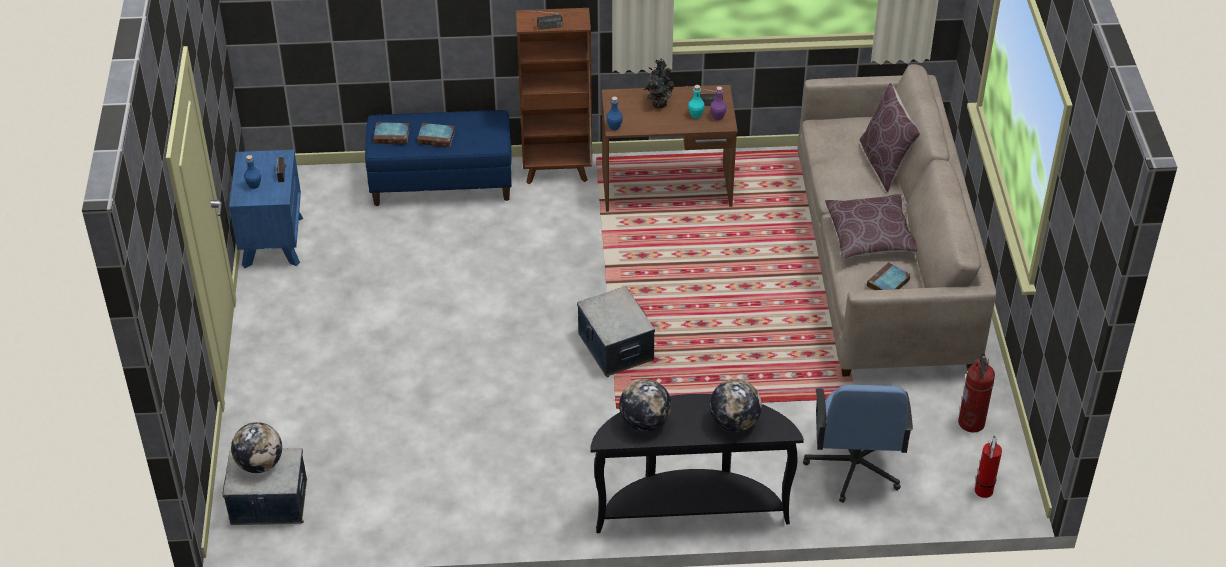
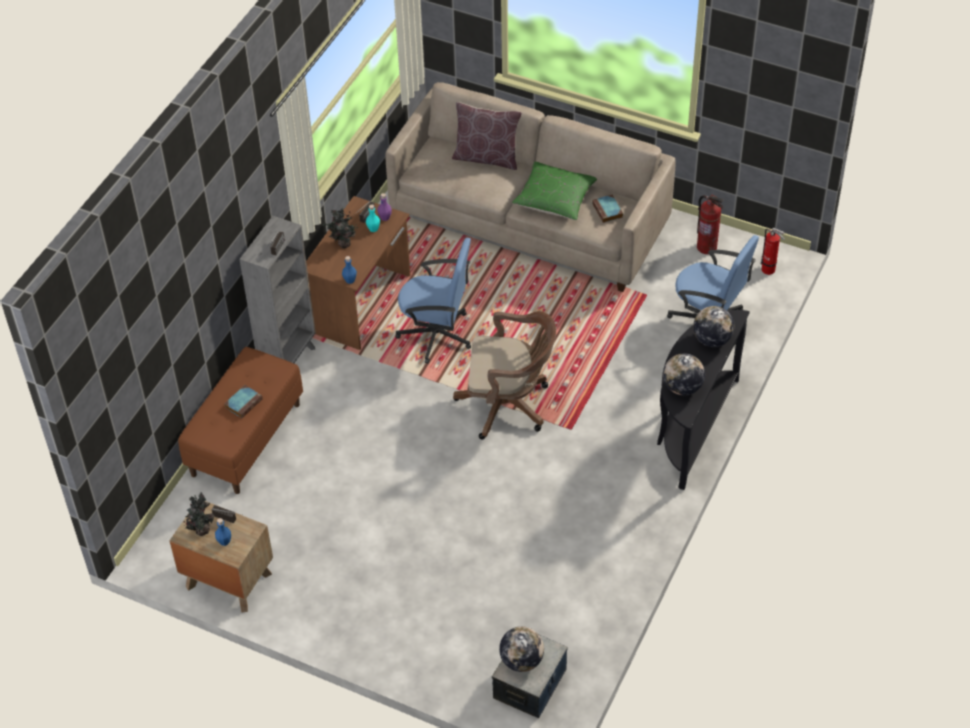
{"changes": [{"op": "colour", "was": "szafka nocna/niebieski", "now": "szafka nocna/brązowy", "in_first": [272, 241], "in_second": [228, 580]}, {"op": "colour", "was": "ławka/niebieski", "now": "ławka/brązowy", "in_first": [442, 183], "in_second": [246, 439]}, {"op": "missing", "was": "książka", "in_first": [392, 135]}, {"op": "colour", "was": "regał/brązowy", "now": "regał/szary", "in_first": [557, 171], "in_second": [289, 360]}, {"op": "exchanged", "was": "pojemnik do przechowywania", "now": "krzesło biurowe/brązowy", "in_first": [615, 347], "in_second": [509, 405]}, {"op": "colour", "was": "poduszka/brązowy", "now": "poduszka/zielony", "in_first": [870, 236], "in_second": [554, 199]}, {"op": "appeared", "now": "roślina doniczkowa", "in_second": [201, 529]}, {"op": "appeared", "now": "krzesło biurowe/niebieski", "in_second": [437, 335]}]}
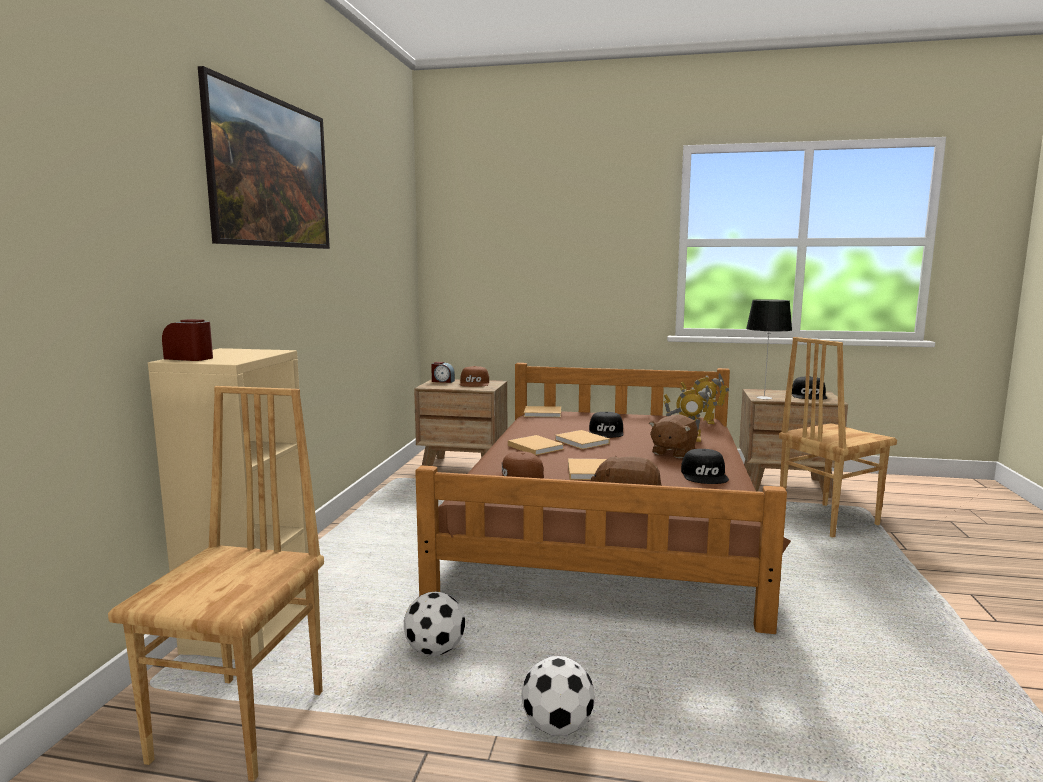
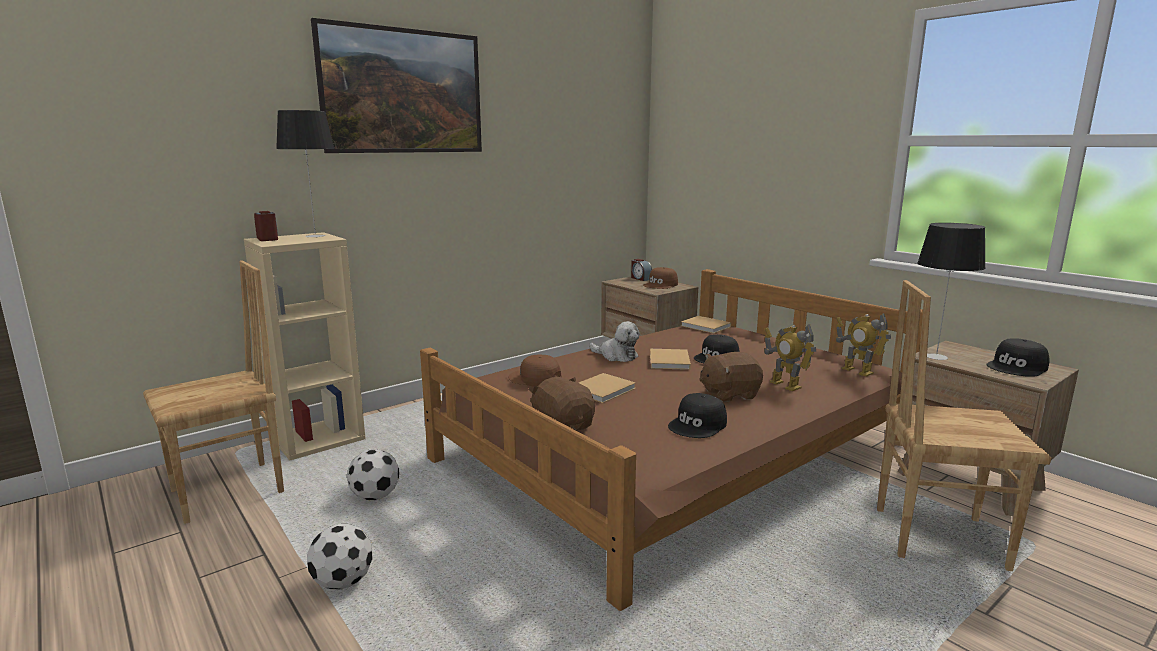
{"changes": [{"op": "exchanged", "was": "książka/beżowy", "now": "pluszak", "in_first": [534, 447], "in_second": [616, 356]}, {"op": "appeared", "now": "lampa stołowa", "in_second": [314, 236]}]}
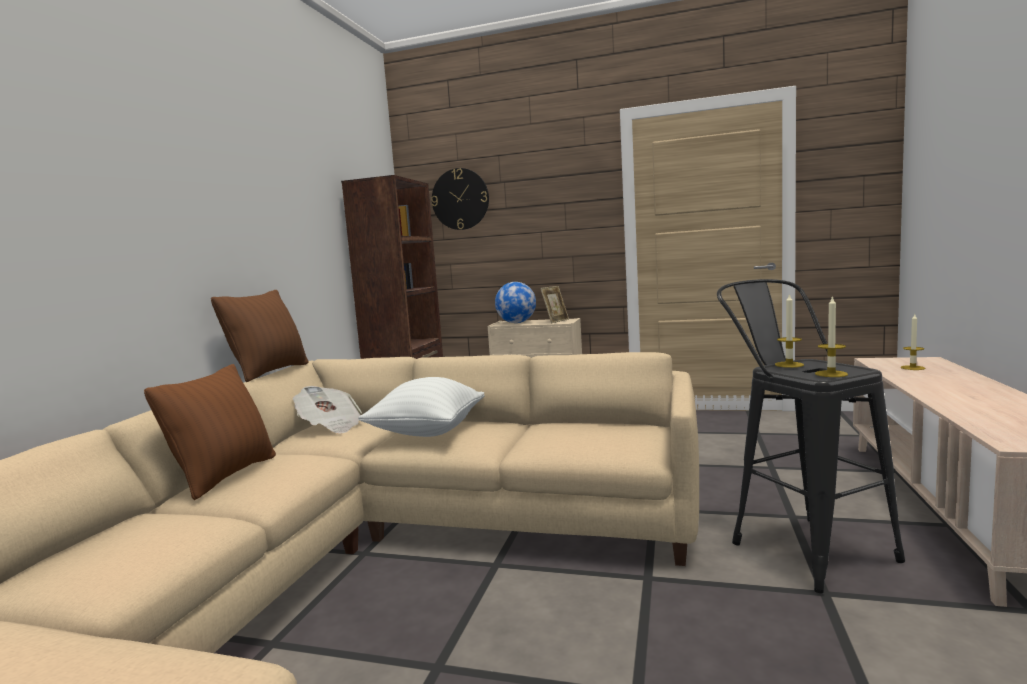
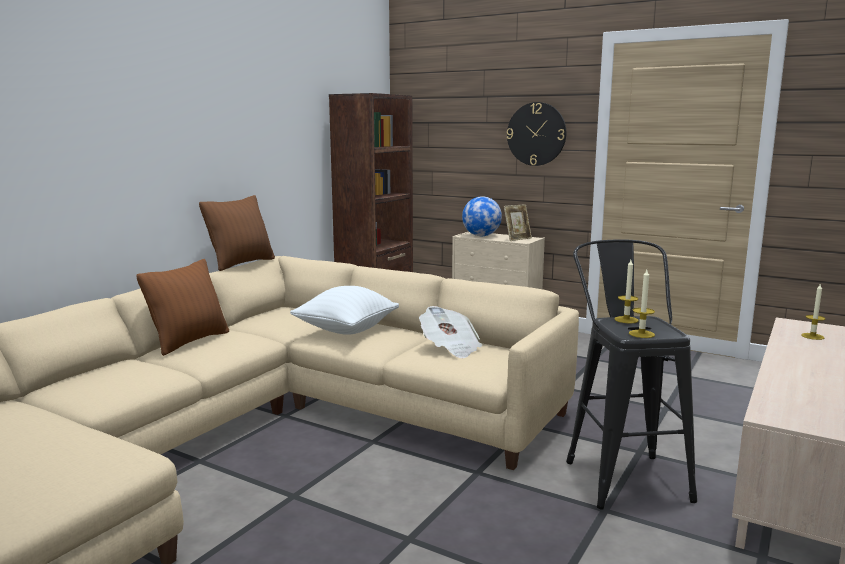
{"changes": [{"op": "relocated", "was": "gazeta", "in_first": [331, 426], "in_second": [450, 348]}, {"op": "relocated", "was": "zegar ścienny", "in_first": [460, 199], "in_second": [536, 134]}]}
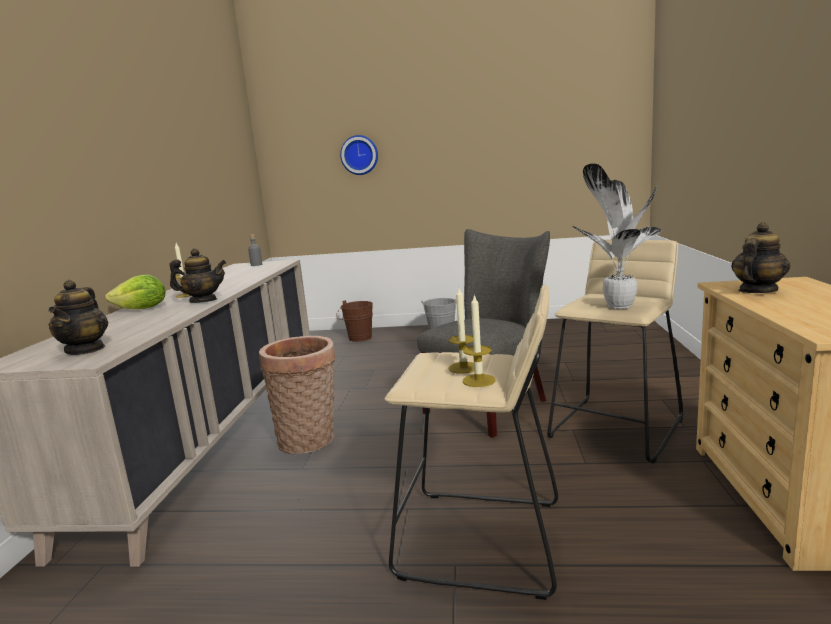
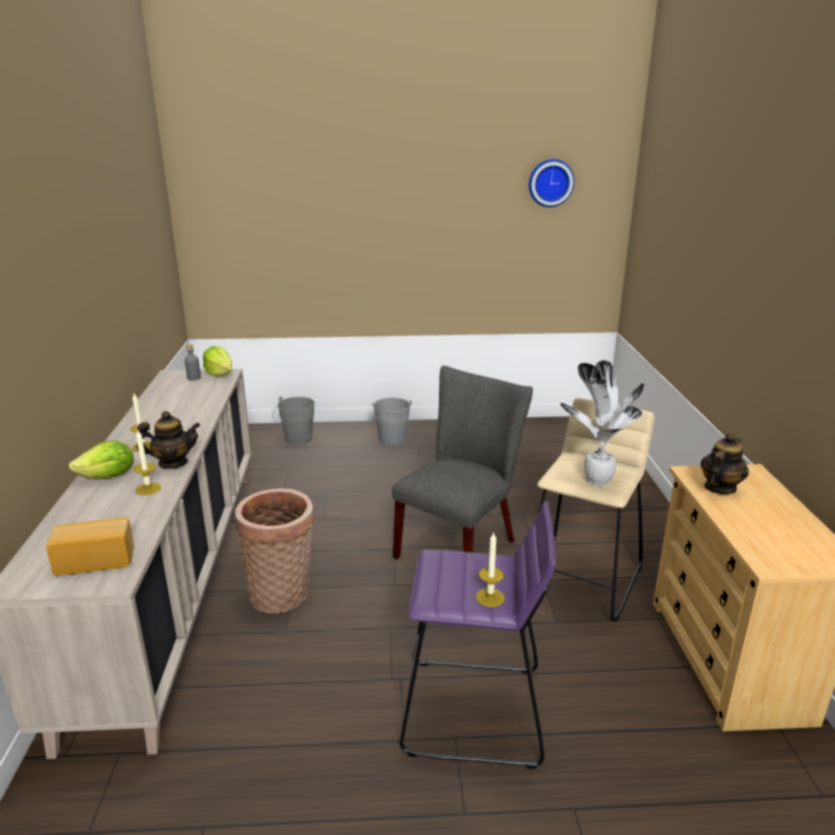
{"changes": [{"op": "exchanged", "was": "imbryk", "now": "chleb", "in_first": [86, 349], "in_second": [96, 559]}, {"op": "colour", "was": "wiadro/brązowy", "now": "wiadro/szary", "in_first": [358, 338], "in_second": [296, 440]}, {"op": "relocated", "was": "zegar ścienny", "in_first": [359, 155], "in_second": [550, 183]}, {"op": "colour", "was": "stołek/beżowy", "now": "stołek/fioletowy", "in_first": [480, 540], "in_second": [473, 711]}, {"op": "relocated", "was": "świeca", "in_first": [463, 367], "in_second": [148, 489]}, {"op": "appeared", "now": "sałata", "in_second": [219, 373]}]}
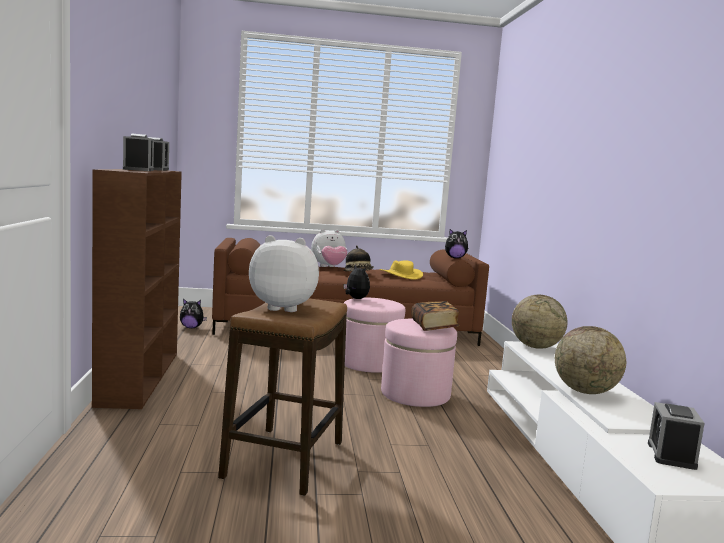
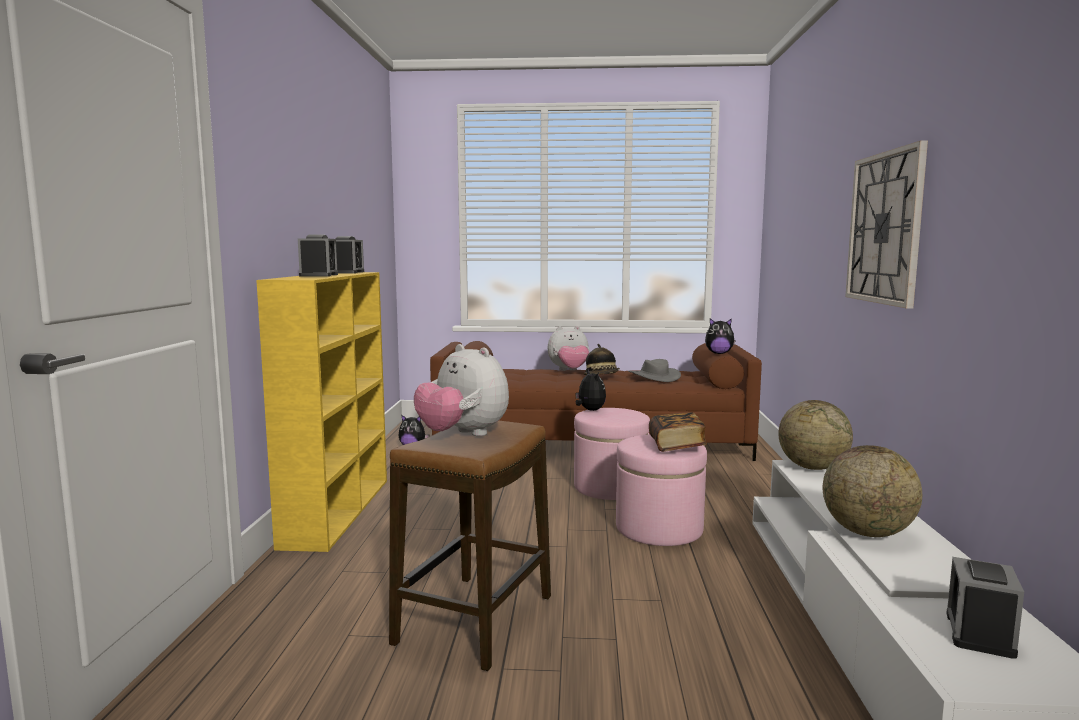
{"changes": [{"op": "colour", "was": "regał/brązowy", "now": "regał/żółty", "in_first": [139, 377], "in_second": [338, 510]}, {"op": "spun", "was": "pluszak", "in_first": [284, 308], "in_second": [463, 435], "clockwise": -150}, {"op": "colour", "was": "kapelusz/żółty", "now": "kapelusz/szary", "in_first": [401, 275], "in_second": [654, 377]}, {"op": "appeared", "now": "zegar ścienny", "in_second": [885, 228]}]}
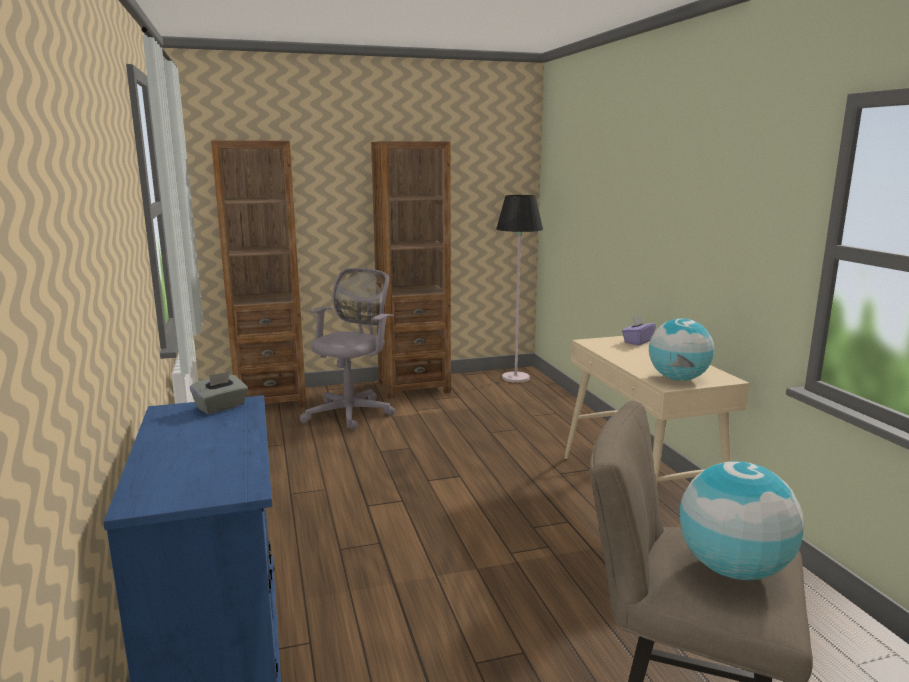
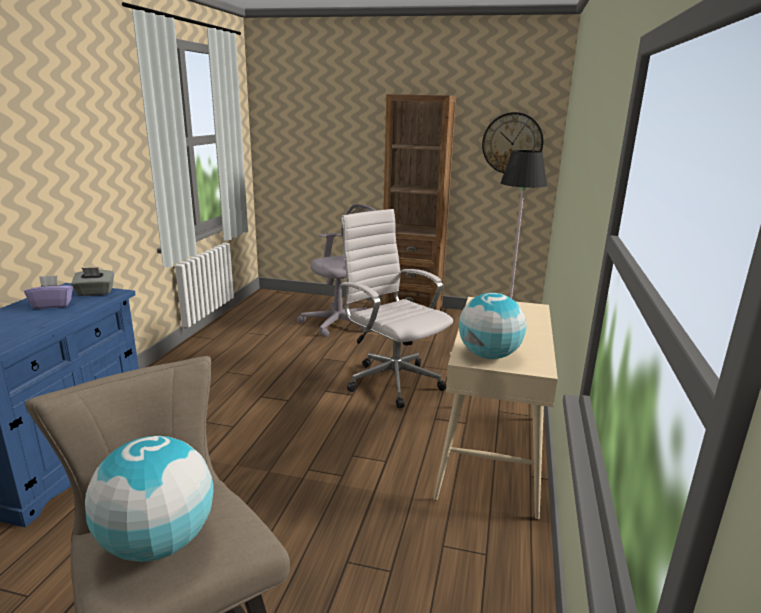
{"changes": [{"op": "missing", "was": "regał/brązowy", "in_first": [270, 400]}, {"op": "relocated", "was": "pudełko chusteczek/fioletowy", "in_first": [637, 342], "in_second": [52, 305]}, {"op": "appeared", "now": "krzesło biurowe/biały", "in_second": [391, 381]}, {"op": "appeared", "now": "zegar ścienny", "in_second": [512, 143]}]}
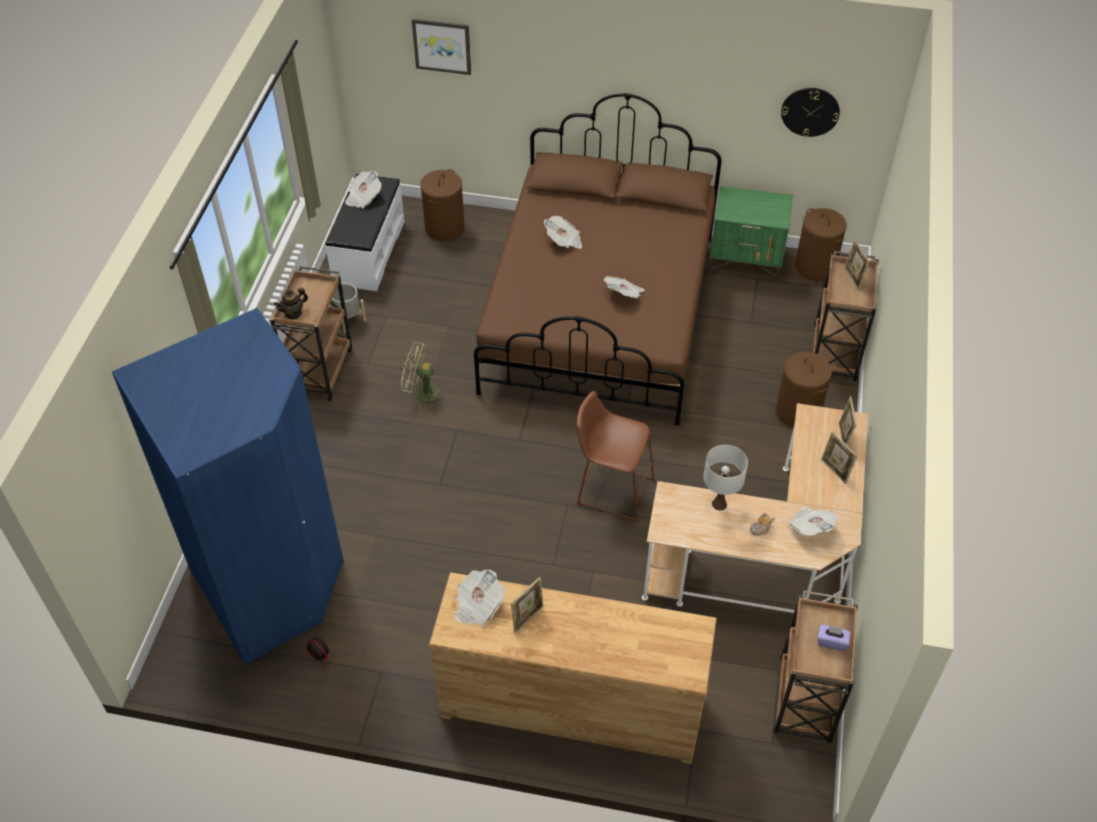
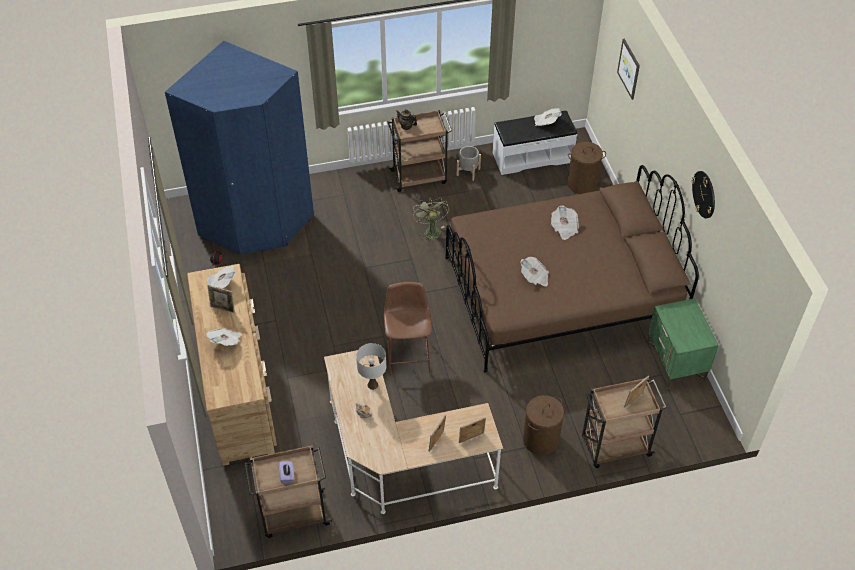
{"changes": [{"op": "relocated", "was": "zegar ścienny", "in_first": [810, 111], "in_second": [704, 194]}, {"op": "relocated", "was": "gazeta", "in_first": [810, 527], "in_second": [226, 342]}, {"op": "missing", "was": "kosz na pranie/brązowy", "in_first": [815, 267]}]}
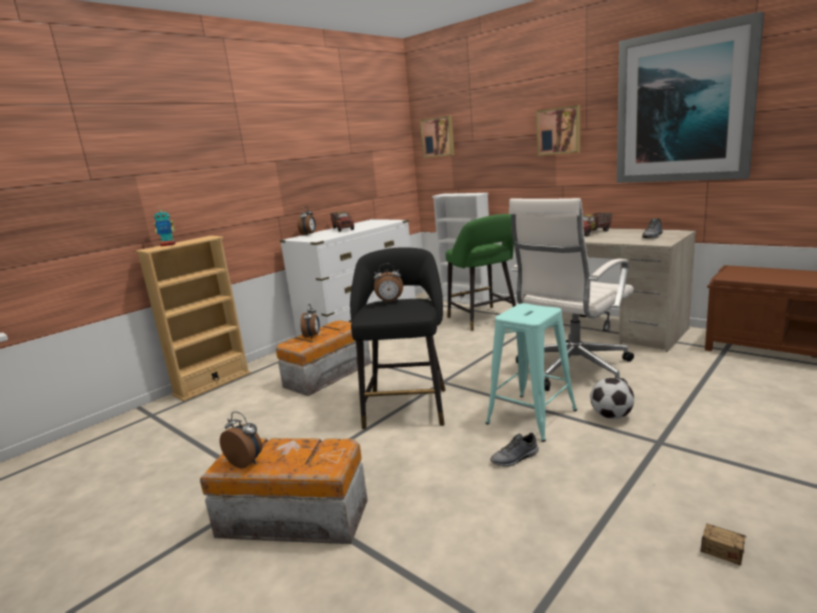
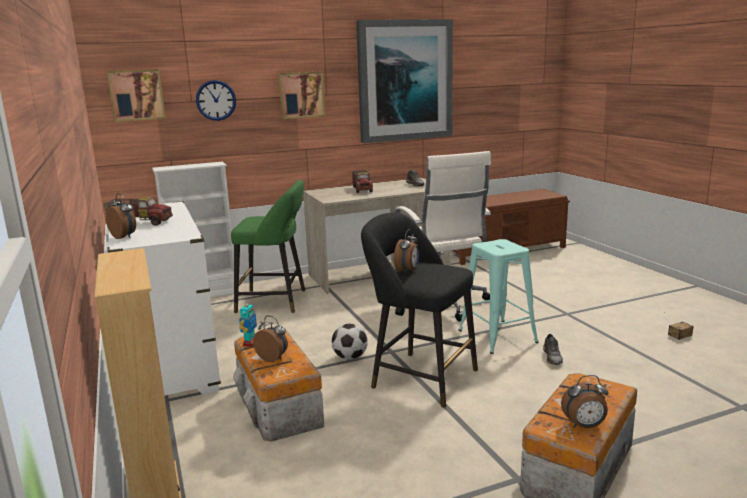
{"changes": [{"op": "relocated", "was": "robot zabawkowy", "in_first": [168, 245], "in_second": [250, 343]}, {"op": "spun", "was": "budzik", "in_first": [246, 462], "in_second": [584, 426], "clockwise": -150}, {"op": "relocated", "was": "piłka futbolowa", "in_first": [611, 416], "in_second": [350, 357]}, {"op": "appeared", "now": "zegar ścienny", "in_second": [216, 100]}]}
